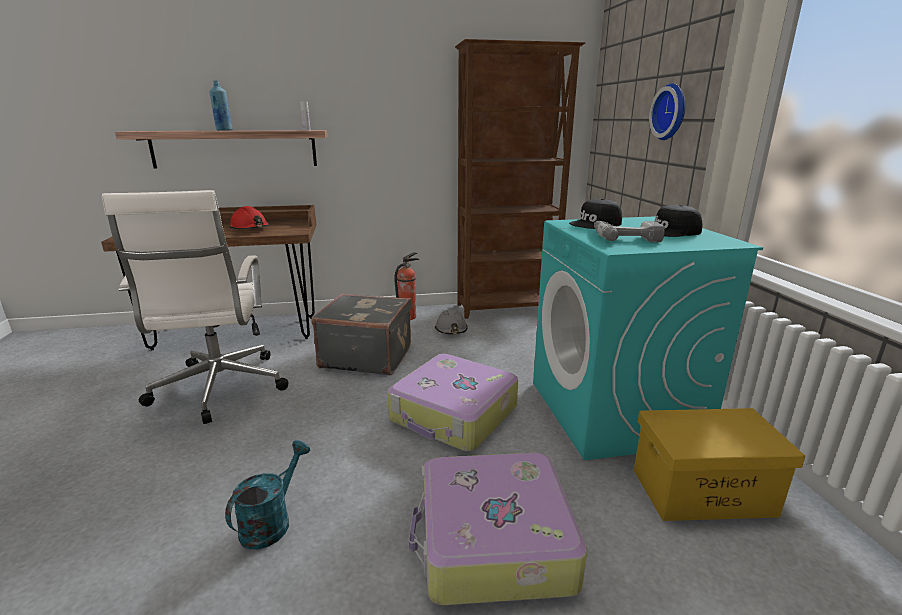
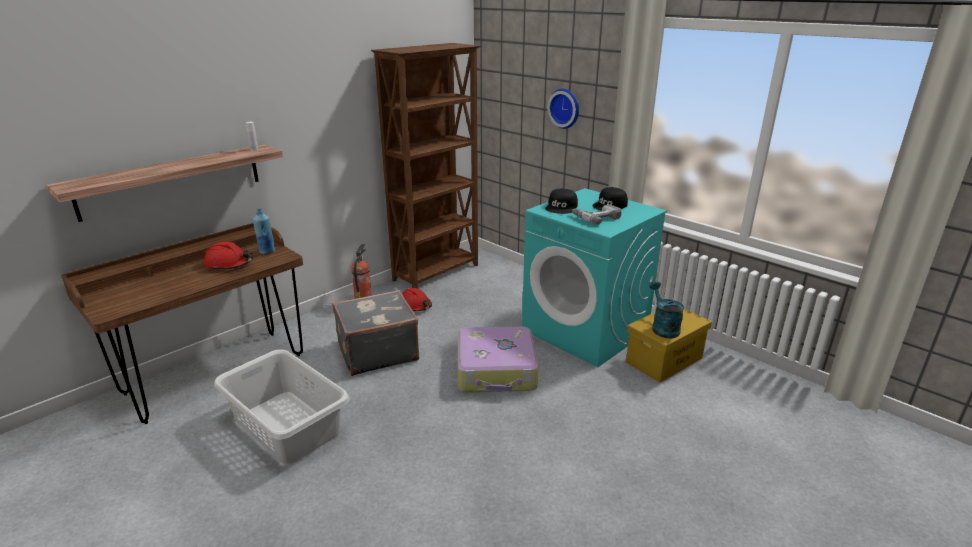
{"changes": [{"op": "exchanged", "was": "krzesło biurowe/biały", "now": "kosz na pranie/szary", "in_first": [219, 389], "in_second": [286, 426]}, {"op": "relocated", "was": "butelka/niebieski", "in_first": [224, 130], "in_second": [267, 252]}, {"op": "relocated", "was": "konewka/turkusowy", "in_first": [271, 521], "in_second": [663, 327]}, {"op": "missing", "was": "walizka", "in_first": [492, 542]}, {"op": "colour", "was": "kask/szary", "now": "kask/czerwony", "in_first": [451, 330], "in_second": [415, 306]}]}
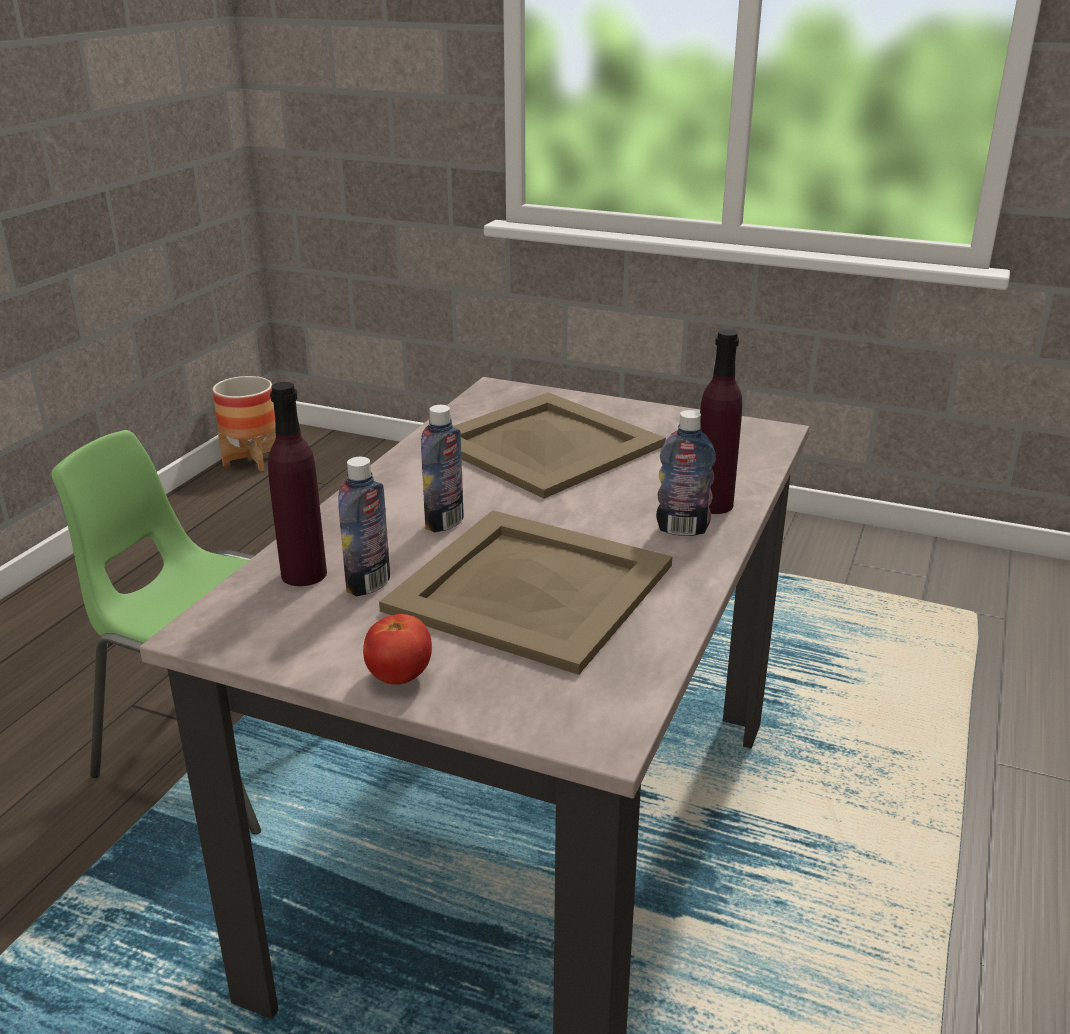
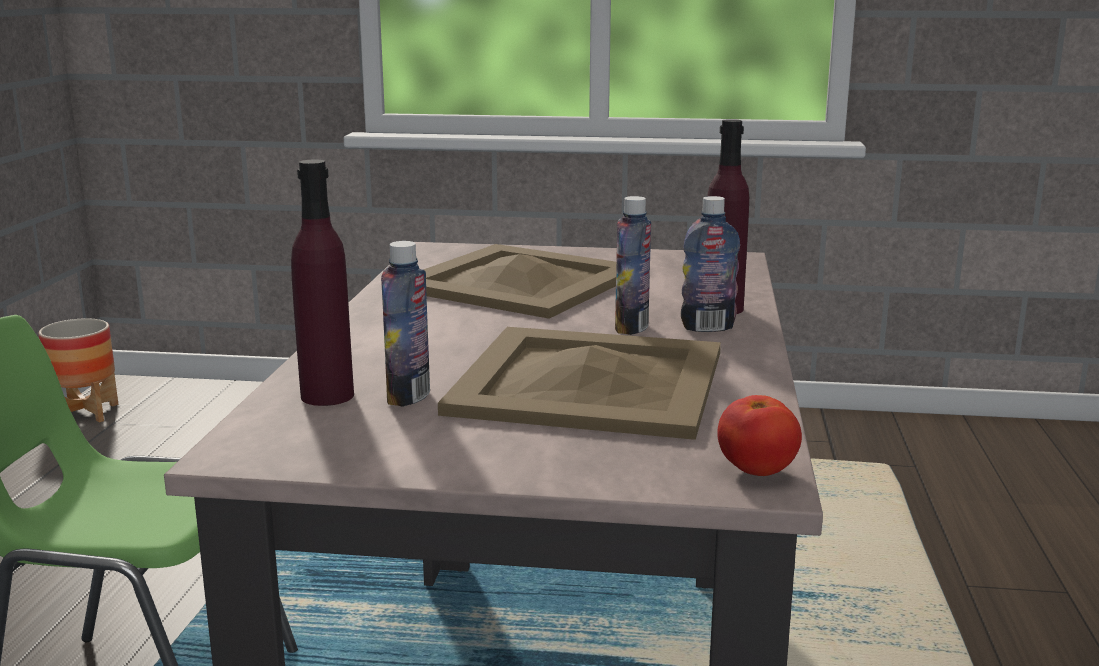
{"changes": [{"op": "relocated", "was": "pomidor", "in_first": [399, 676], "in_second": [756, 471]}, {"op": "relocated", "was": "butelka", "in_first": [444, 522], "in_second": [631, 327]}]}
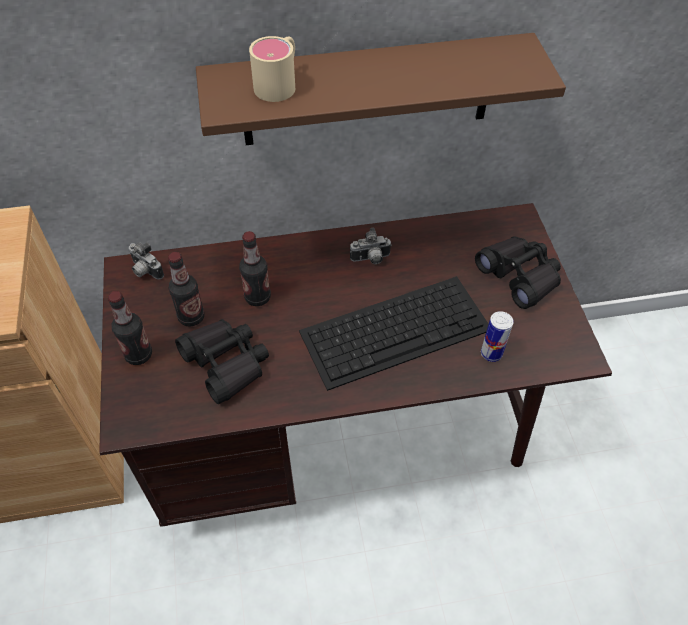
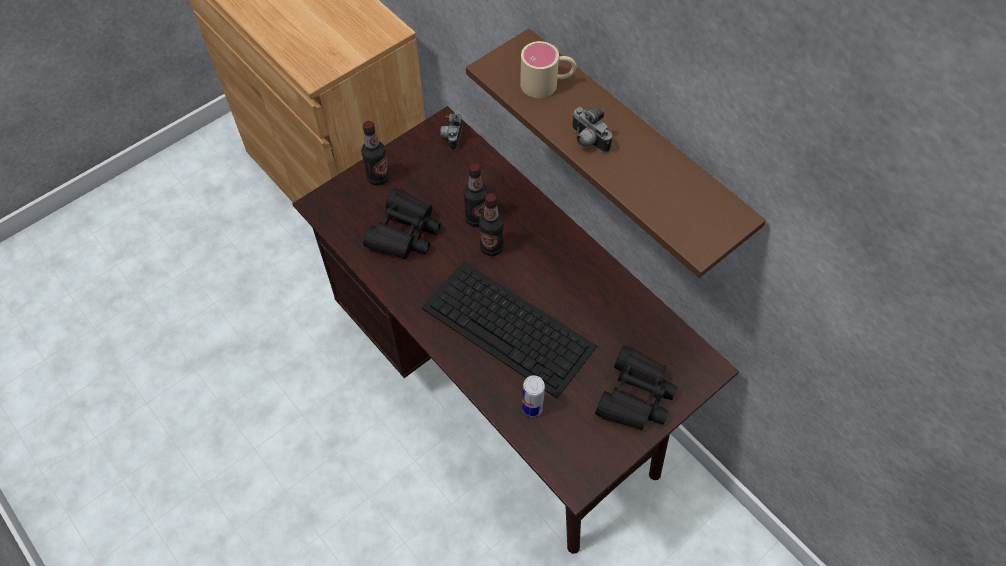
{"changes": [{"op": "relocated", "was": "butelka", "in_first": [191, 317], "in_second": [491, 247]}, {"op": "relocated", "was": "aparat fotograficzny", "in_first": [371, 259], "in_second": [587, 141]}]}
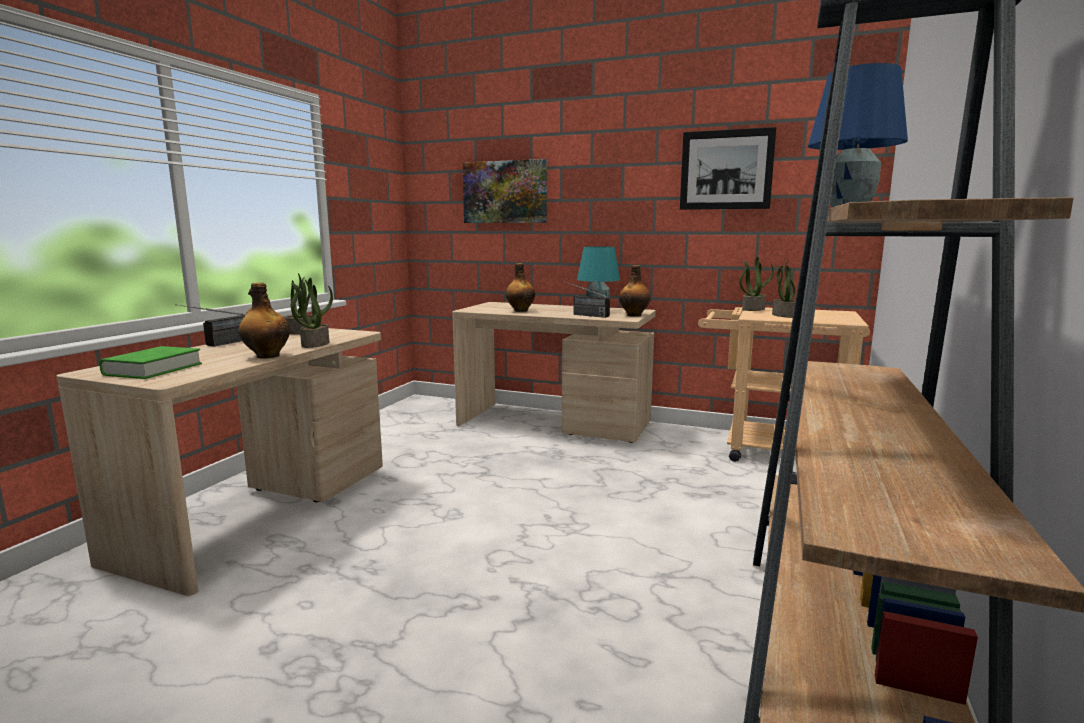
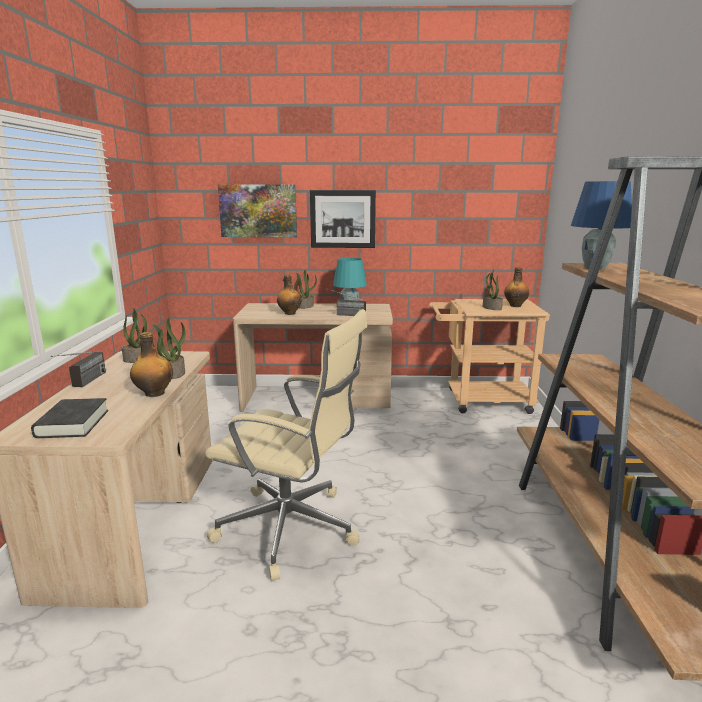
{"changes": [{"op": "colour", "was": "książka/zielony", "now": "książka/czarny", "in_first": [153, 369], "in_second": [72, 424]}, {"op": "relocated", "was": "butelka", "in_first": [634, 315], "in_second": [515, 305]}, {"op": "relocated", "was": "obraz", "in_first": [726, 170], "in_second": [342, 219]}, {"op": "relocated", "was": "roślina doniczkowa", "in_first": [753, 309], "in_second": [305, 306]}, {"op": "appeared", "now": "krzesło biurowe/beżowy", "in_second": [292, 529]}]}
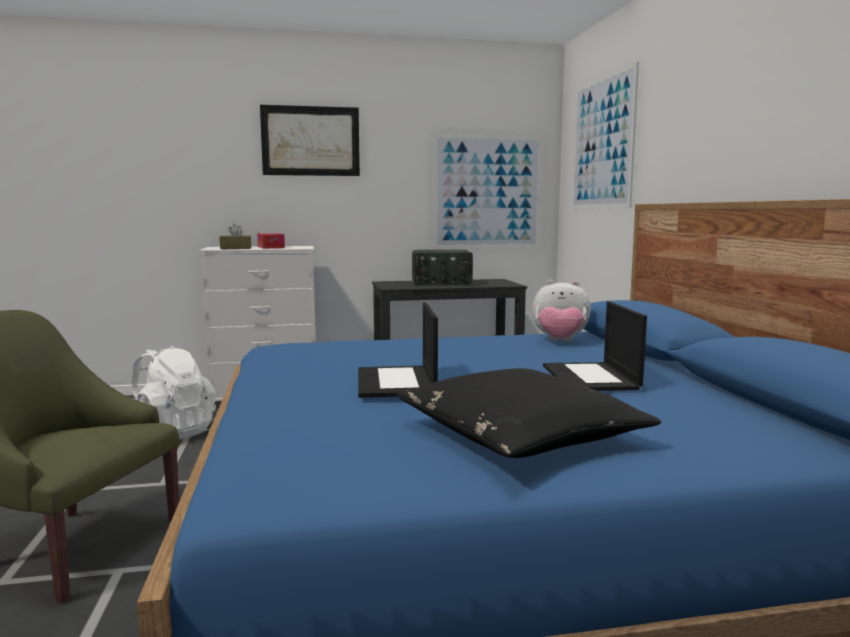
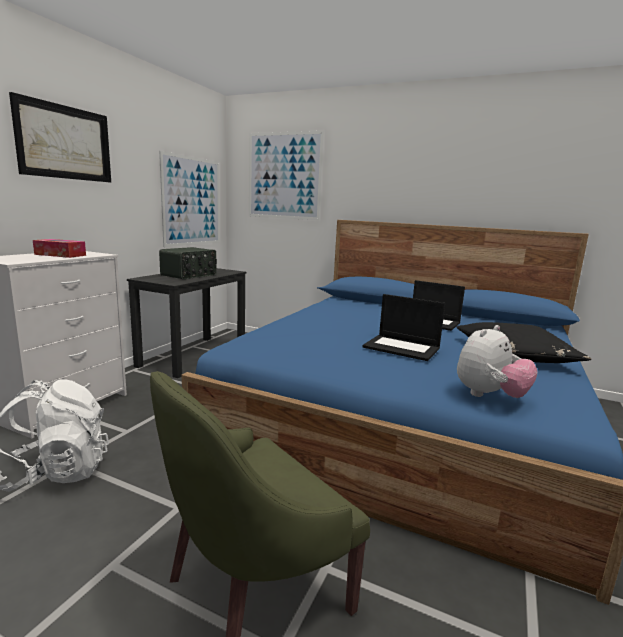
{"changes": [{"op": "missing", "was": "pudełko chusteczek/brązowy", "in_first": [236, 248]}, {"op": "relocated", "was": "pluszak", "in_first": [560, 341], "in_second": [489, 396]}]}
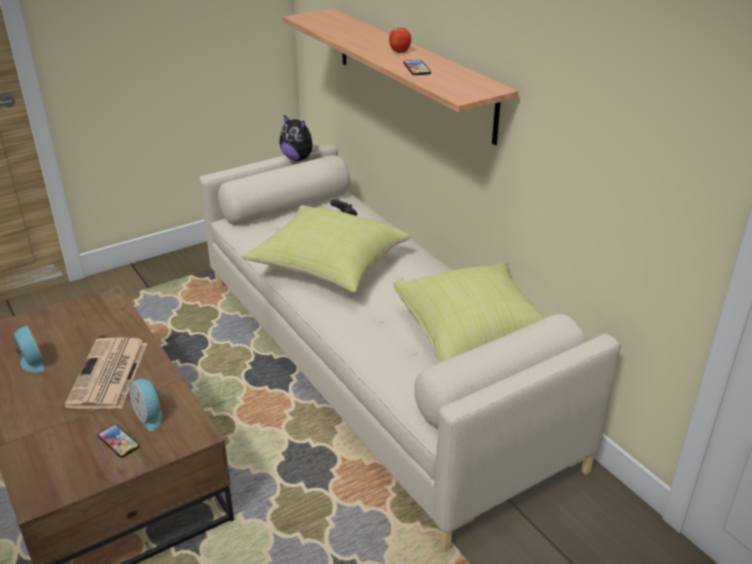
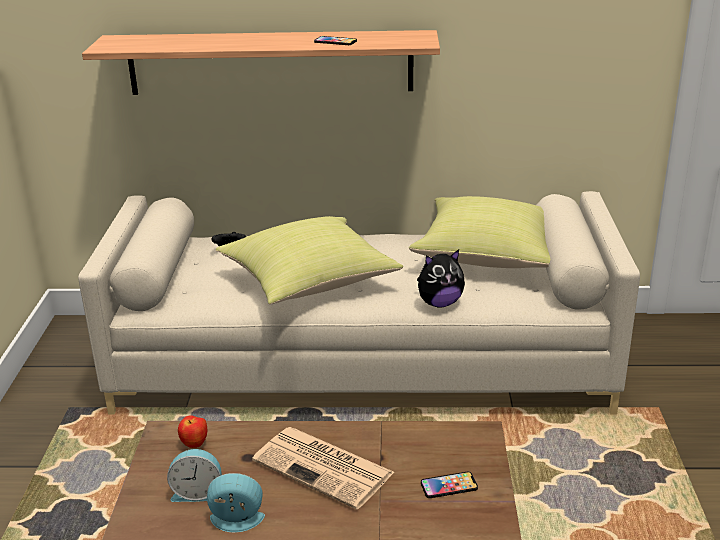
{"changes": [{"op": "relocated", "was": "budzik", "in_first": [150, 415], "in_second": [198, 492]}, {"op": "relocated", "was": "pluszak", "in_first": [298, 158], "in_second": [439, 303]}, {"op": "relocated", "was": "jabłko", "in_first": [400, 52], "in_second": [195, 444]}]}
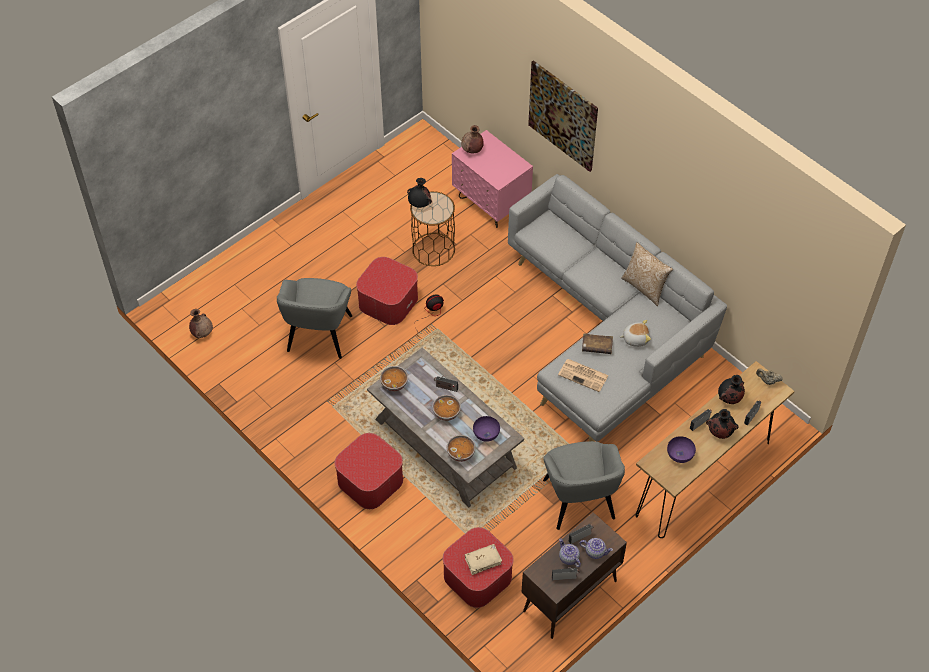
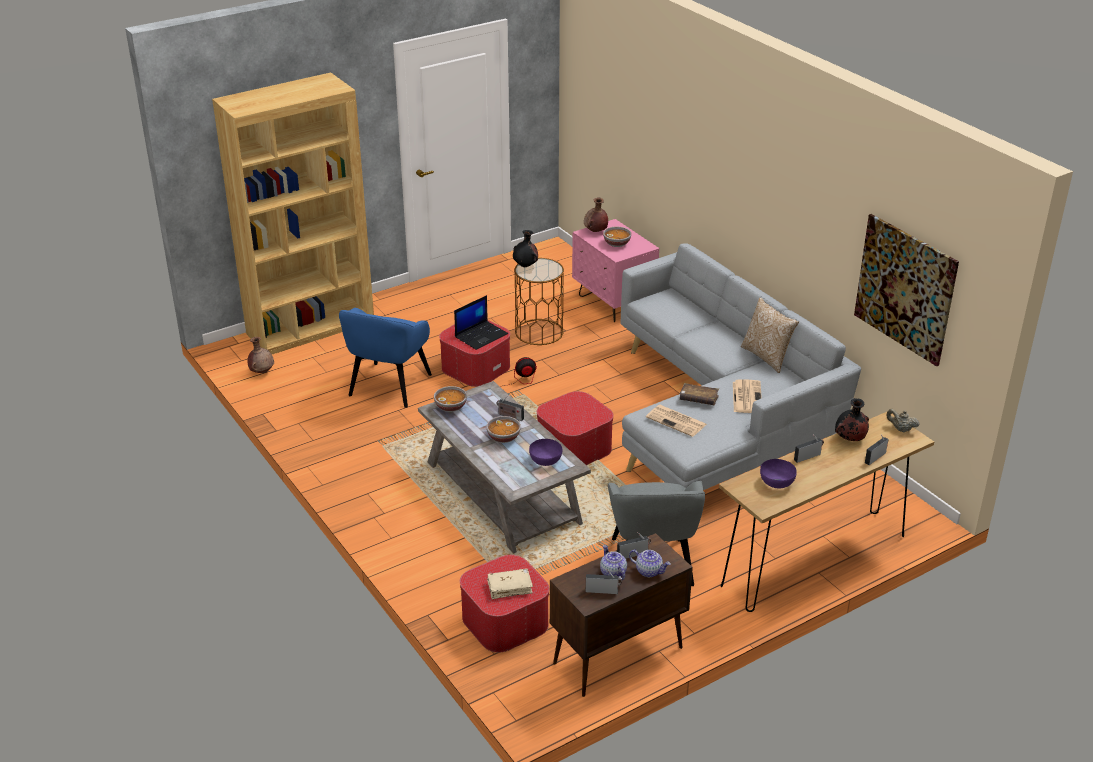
{"changes": [{"op": "colour", "was": "fotel/szary", "now": "fotel/niebieski", "in_first": [319, 335], "in_second": [389, 386]}, {"op": "relocated", "was": "pufa", "in_first": [370, 480], "in_second": [574, 447]}, {"op": "relocated", "was": "miska", "in_first": [461, 453], "in_second": [617, 243]}, {"op": "relocated", "was": "obraz", "in_first": [563, 115], "in_second": [905, 288]}, {"op": "exchanged", "was": "pluszak", "now": "gazeta", "in_first": [635, 338], "in_second": [746, 397]}, {"op": "missing", "was": "wazon/czarny", "in_first": [719, 432]}, {"op": "appeared", "now": "regał/brązowy", "in_second": [311, 328]}, {"op": "appeared", "now": "laptop", "in_second": [481, 335]}]}
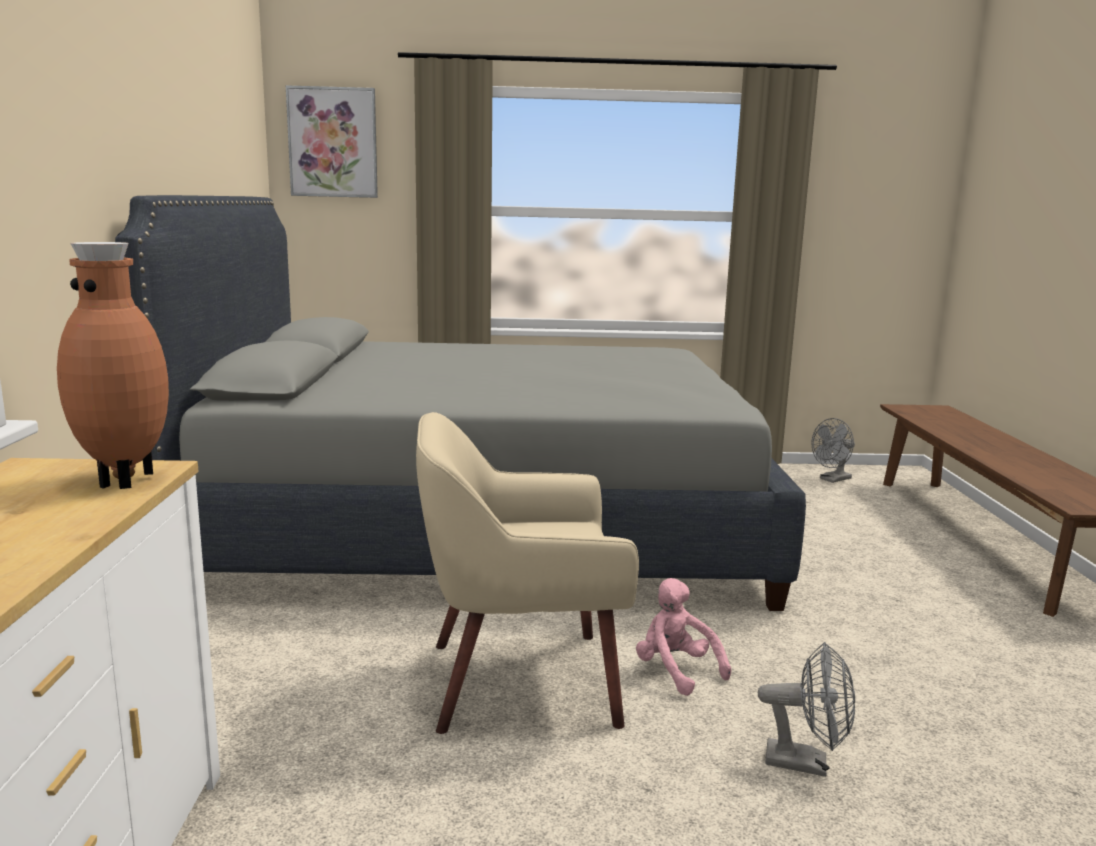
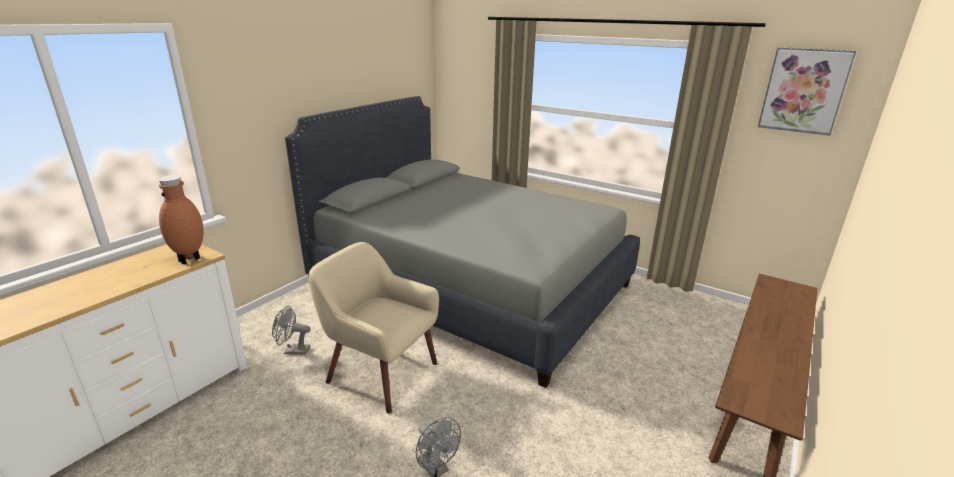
{"changes": [{"op": "relocated", "was": "obraz", "in_first": [333, 143], "in_second": [804, 90]}, {"op": "missing", "was": "pluszak/różowy", "in_first": [676, 671]}, {"op": "relocated", "was": "wentylator/szary", "in_first": [832, 479], "in_second": [293, 351]}]}
